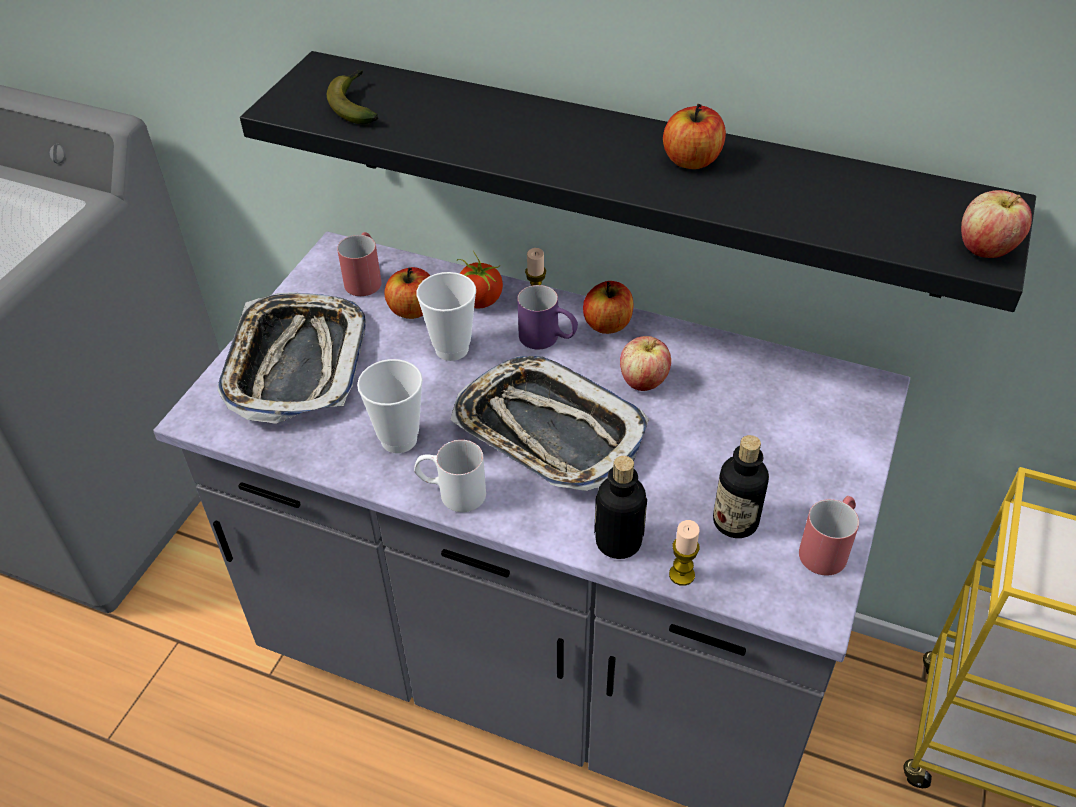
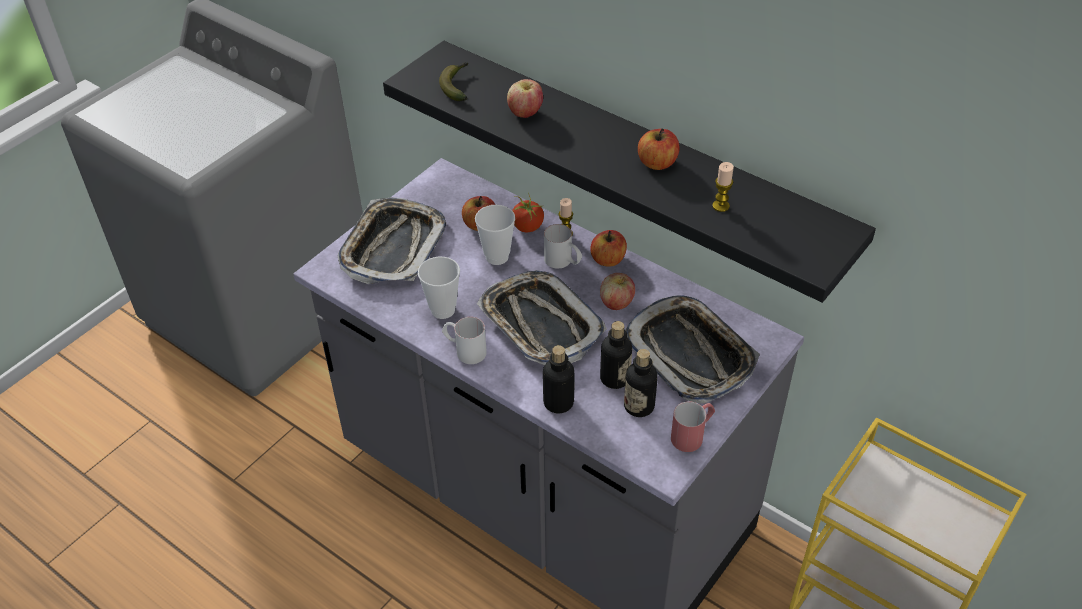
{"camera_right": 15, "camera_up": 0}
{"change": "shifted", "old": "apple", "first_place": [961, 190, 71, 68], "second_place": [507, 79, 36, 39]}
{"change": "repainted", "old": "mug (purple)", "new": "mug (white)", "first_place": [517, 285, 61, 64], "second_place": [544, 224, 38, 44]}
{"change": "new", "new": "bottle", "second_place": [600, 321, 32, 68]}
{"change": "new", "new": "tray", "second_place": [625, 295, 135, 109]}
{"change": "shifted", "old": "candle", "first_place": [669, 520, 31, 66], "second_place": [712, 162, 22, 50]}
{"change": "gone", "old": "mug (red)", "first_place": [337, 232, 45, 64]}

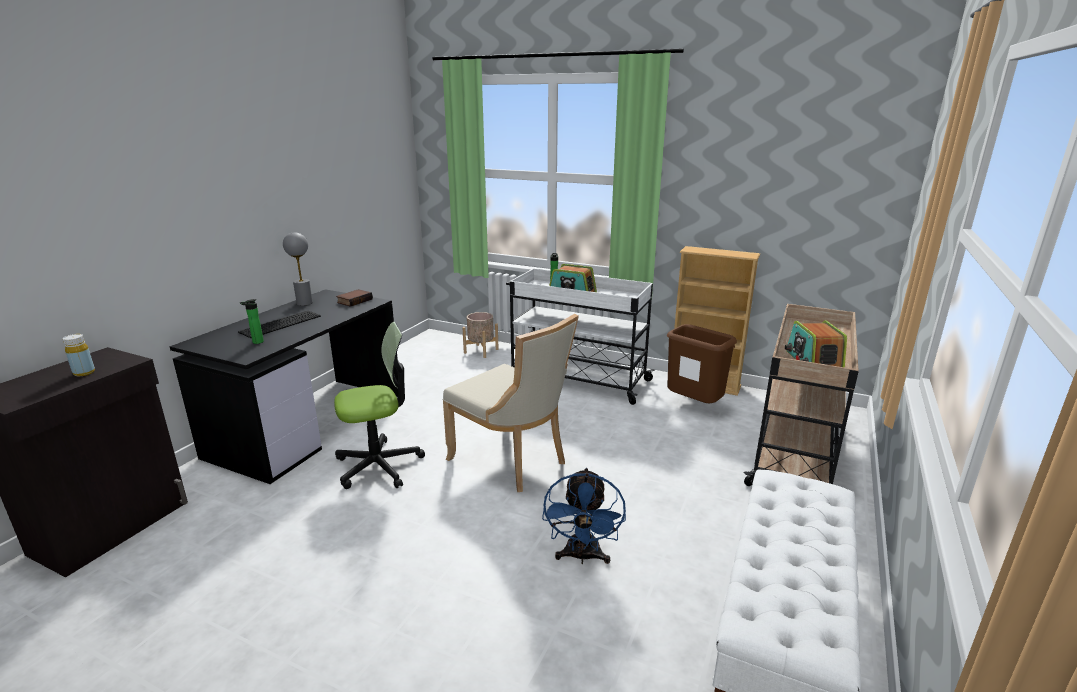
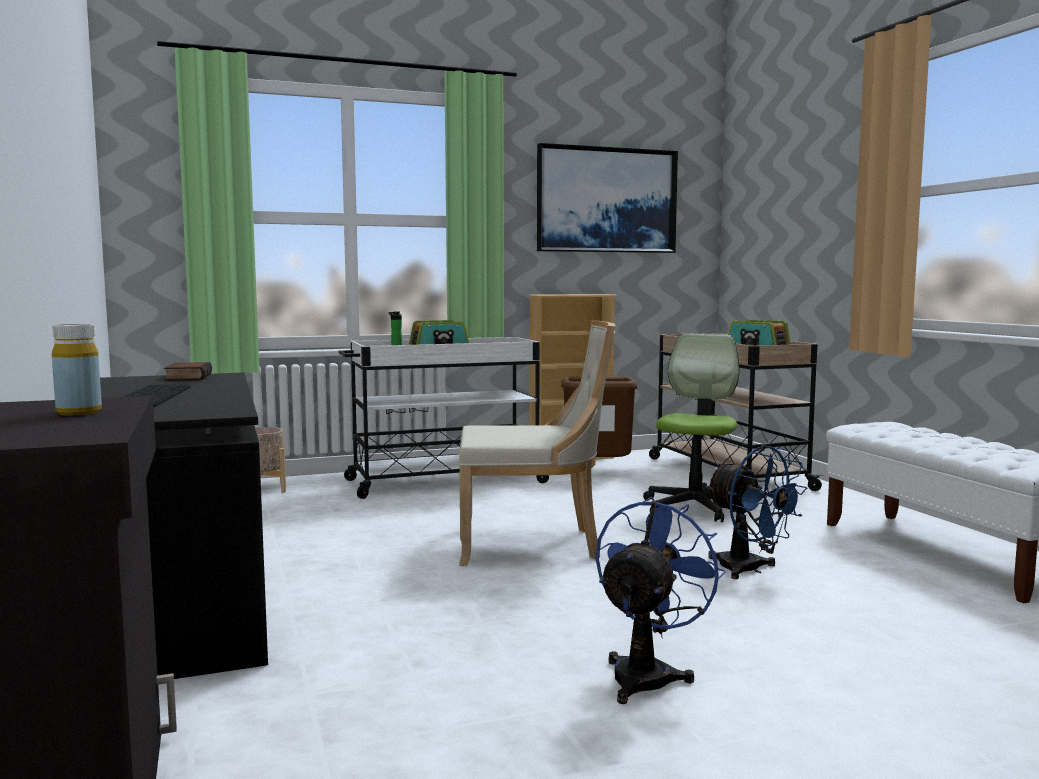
{"camera_right": -45, "camera_up": -15}
{"change": "new", "new": "picture", "second_place": [537, 143, 141, 110]}
{"change": "new", "new": "fan (blue)", "second_place": [595, 497, 131, 207]}
{"change": "shifted", "old": "office chair", "first_place": [334, 322, 91, 167], "second_place": [643, 334, 109, 188]}
{"change": "gone", "old": "bottle", "first_place": [240, 299, 24, 45]}
{"change": "gone", "old": "table lamp (grey)", "first_place": [283, 232, 30, 74]}

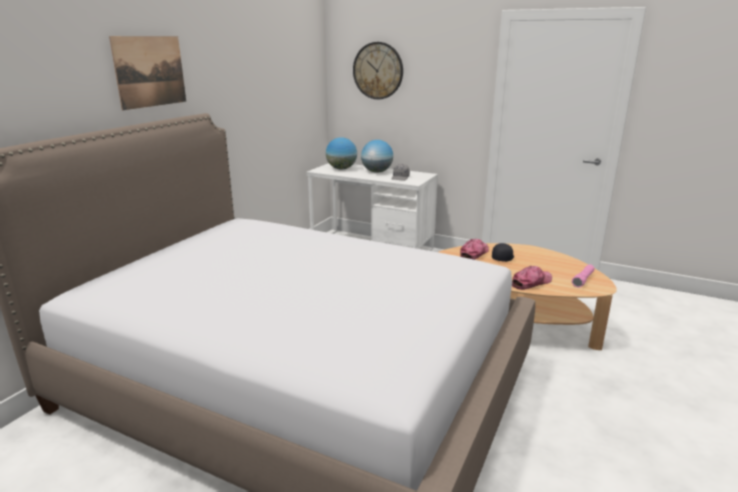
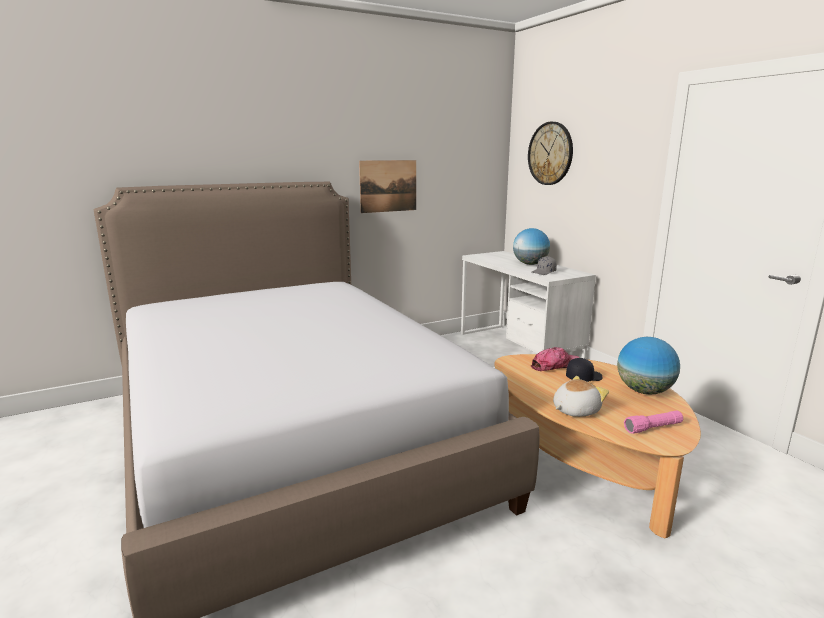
{"camera_right": 35, "camera_up": -5}
{"change": "shifted", "old": "picture", "first_place": [109, 36, 77, 74], "second_place": [359, 160, 57, 53]}
{"change": "swapped", "old": "cap", "new": "plush toy", "first_place": [512, 266, 40, 24], "second_place": [553, 376, 56, 41]}
{"change": "shifted", "old": "globe", "first_place": [326, 137, 31, 33], "second_place": [617, 337, 63, 58]}

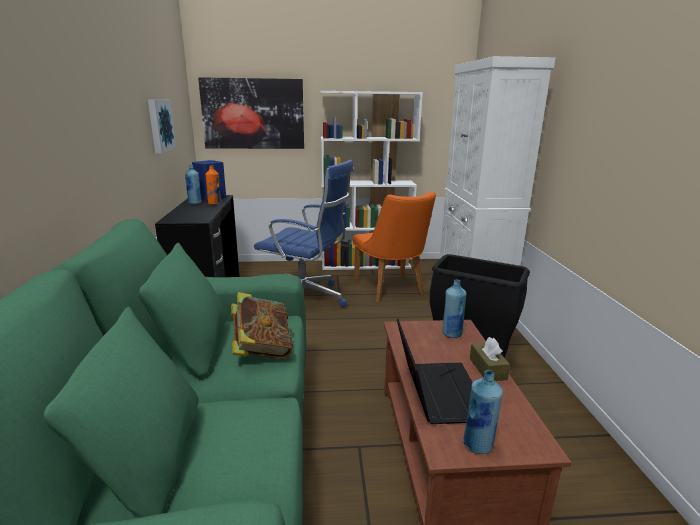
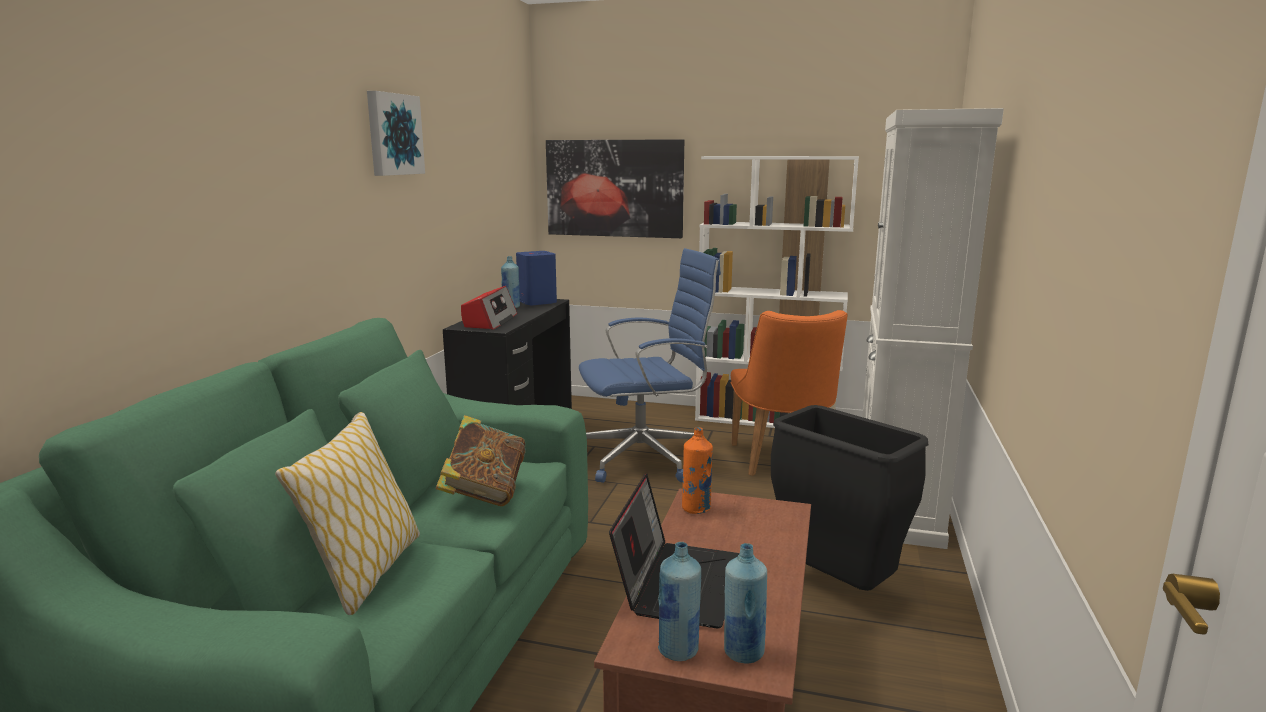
{"camera_right": 20, "camera_up": -5}
{"change": "new", "new": "pillow", "second_place": [275, 412, 145, 203]}
{"change": "shifted", "old": "picture", "first_place": [148, 100, 28, 54], "second_place": [367, 91, 58, 85]}
{"change": "new", "new": "radio", "second_place": [461, 286, 56, 44]}
{"change": "rotated", "old": "office chair (blue)", "first_place": [254, 160, 99, 147], "second_place": [579, 248, 142, 235], "degrees": -60}
{"change": "shifted", "old": "bottle (orange)", "first_place": [205, 165, 16, 40], "second_place": [682, 427, 31, 87]}
{"change": "shifted", "old": "bottle (blue)", "first_place": [443, 280, 23, 58], "second_place": [724, 543, 43, 121]}
{"change": "gone", "old": "tissue box (brown)", "first_place": [470, 337, 40, 44]}

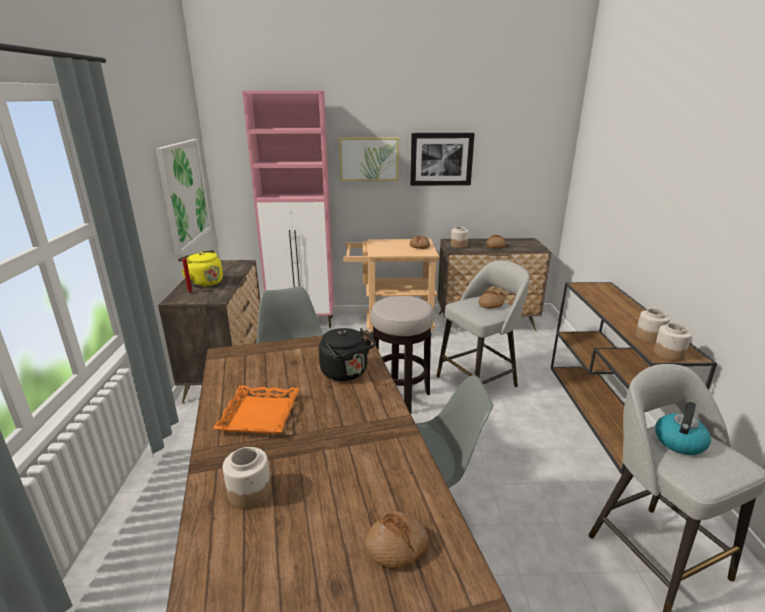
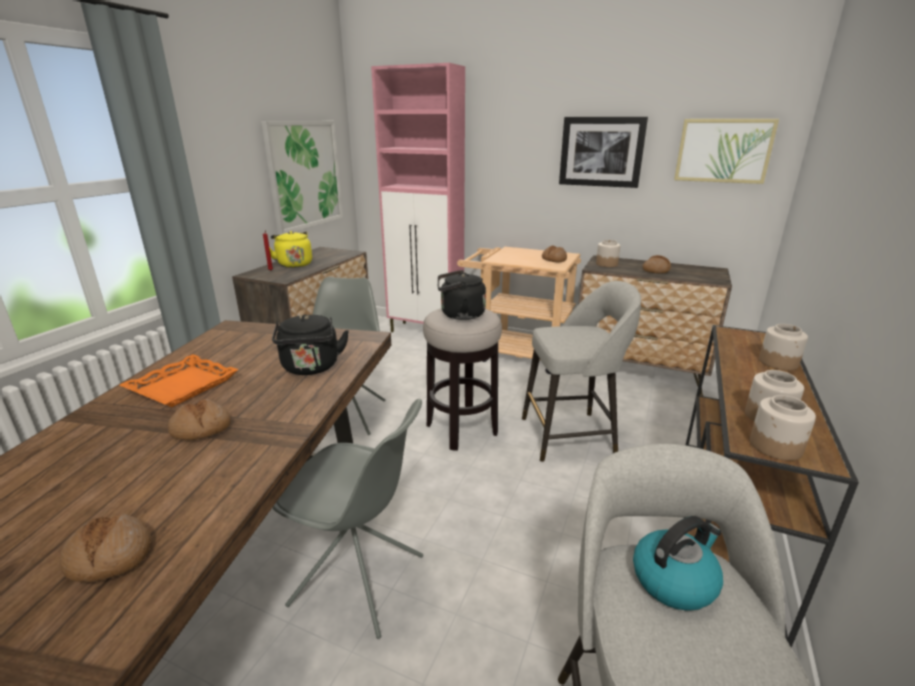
{"camera_right": 25, "camera_up": 0}
{"change": "shifted", "old": "bread", "first_place": [479, 290, 25, 18], "second_place": [168, 399, 63, 41]}
{"change": "new", "new": "kettle (black)", "second_place": [438, 270, 48, 50]}
{"change": "shifted", "old": "picture", "first_place": [339, 137, 60, 45], "second_place": [674, 119, 105, 65]}
{"change": "shifted", "old": "jar", "first_place": [223, 447, 48, 62], "second_place": [759, 324, 49, 46]}

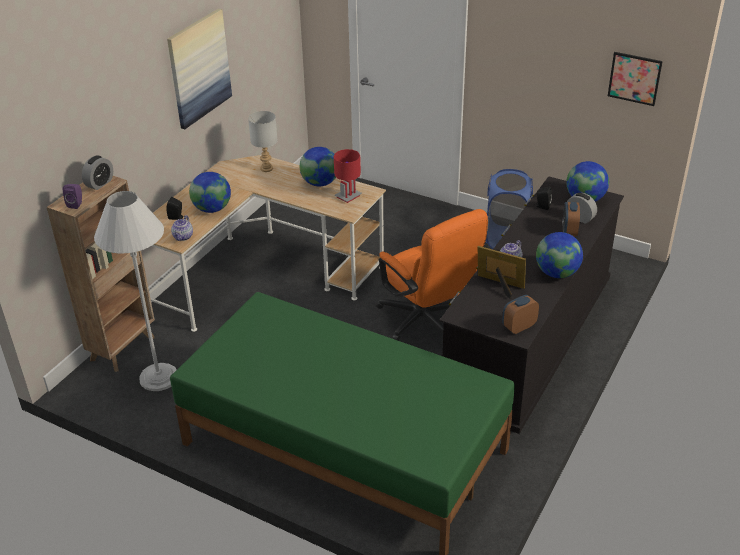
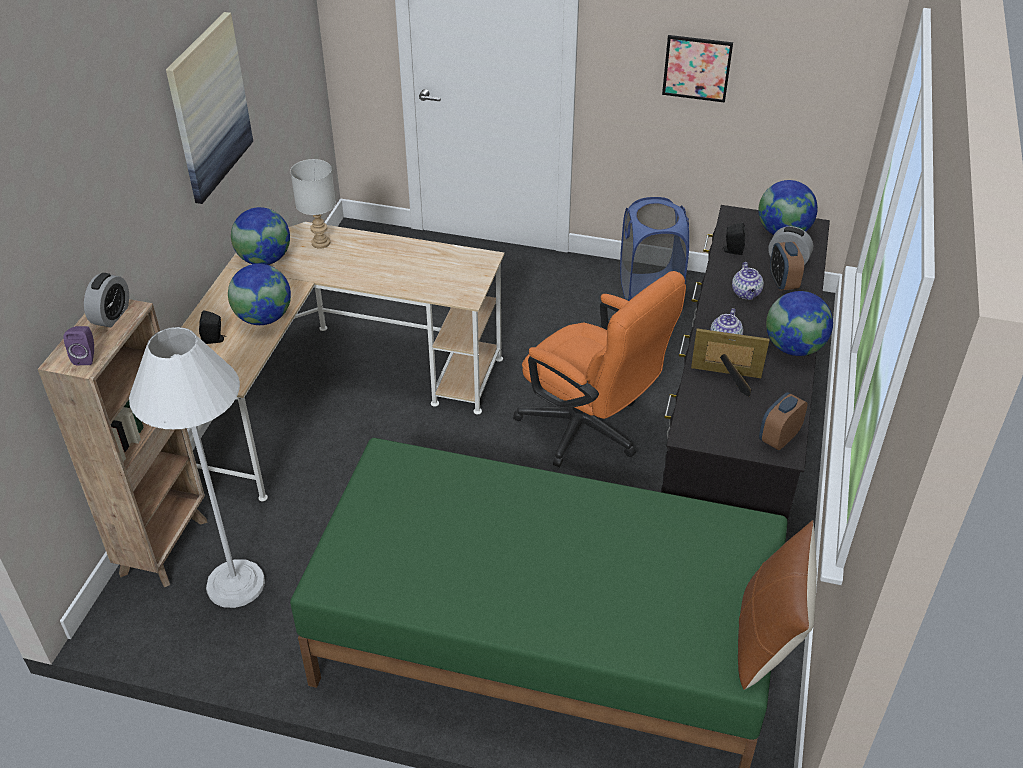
{"camera_right": -15, "camera_up": 5}
{"change": "shifted", "old": "globe", "first_place": [300, 147, 36, 39], "second_place": [231, 207, 59, 58]}
{"change": "shifted", "old": "picture", "first_place": [608, 52, 55, 54], "second_place": [662, 35, 71, 68]}
{"change": "shifted", "old": "teapot", "first_place": [171, 215, 22, 26], "second_place": [732, 262, 32, 38]}
{"change": "new", "new": "pillow (brown)", "second_place": [738, 520, 79, 170]}
{"change": "gone", "old": "table lamp (red)", "first_place": [334, 149, 28, 54]}

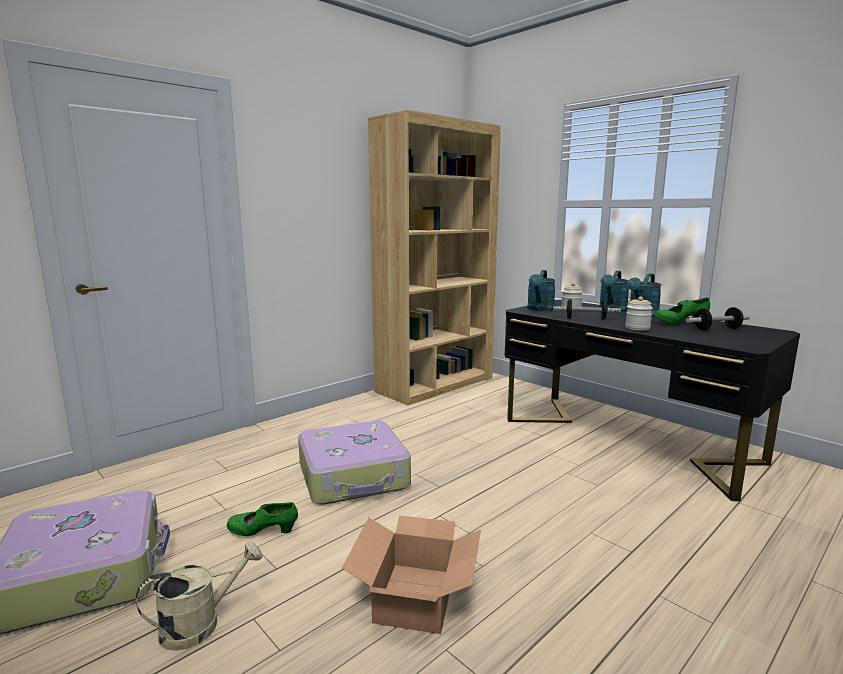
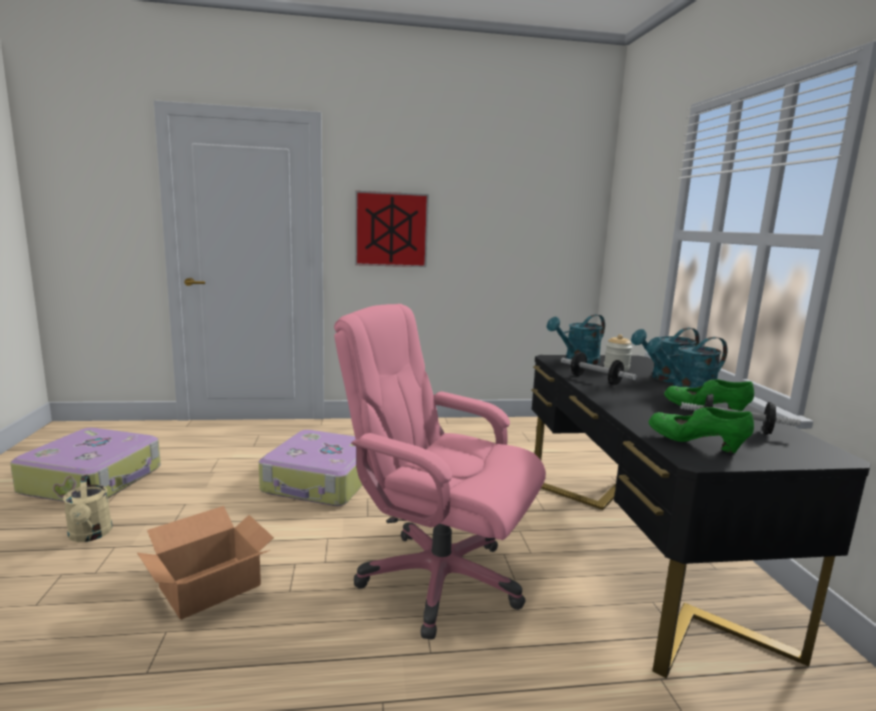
{"camera_right": 35, "camera_up": 0}
{"change": "rotated", "old": "watering can (beige)", "first_place": [136, 541, 126, 110], "second_place": [63, 474, 49, 68], "degrees": 60}
{"change": "new", "new": "office chair (pink)", "second_place": [334, 304, 212, 336]}
{"change": "new", "new": "picture", "second_place": [355, 191, 74, 76]}
{"change": "shifted", "old": "shoe (green)", "first_place": [227, 502, 71, 34], "second_place": [649, 407, 105, 46]}
{"change": "gone", "old": "bookcase (brown)", "first_place": [368, 109, 133, 296]}
{"change": "gone", "old": "jar", "first_place": [625, 296, 28, 35]}

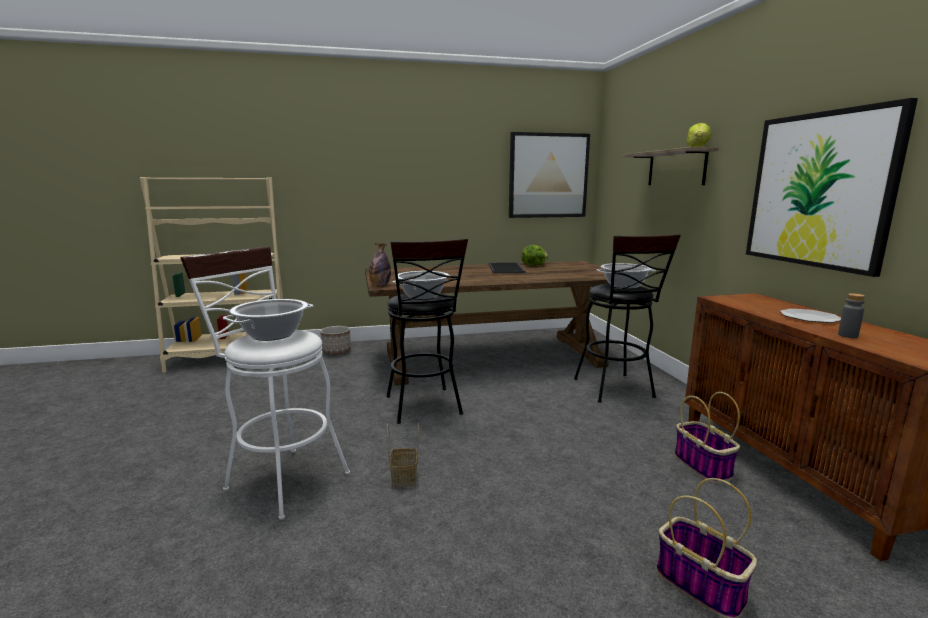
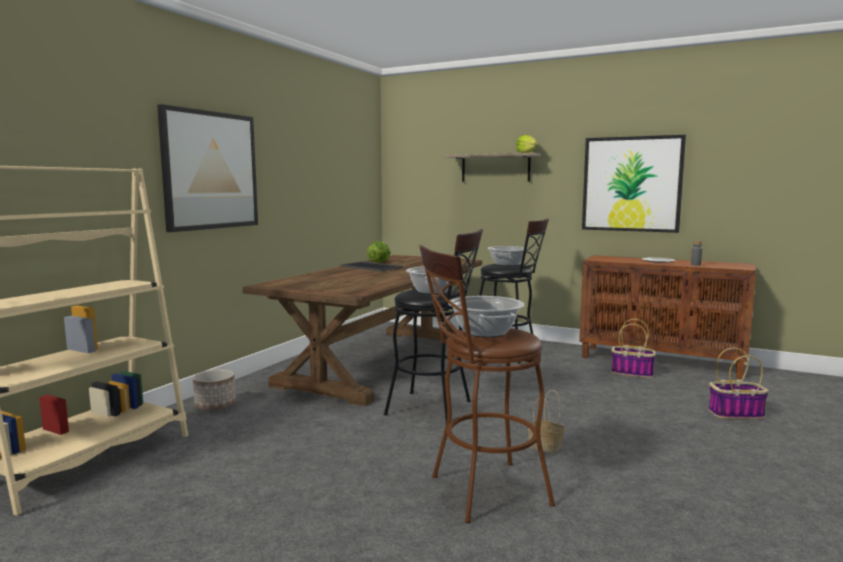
{"camera_right": -50, "camera_up": -5}
{"change": "shifted", "old": "picture", "first_place": [509, 132, 81, 86], "second_place": [157, 104, 101, 128]}
{"change": "repainted", "old": "stool (white)", "new": "stool (brown)", "first_place": [180, 246, 170, 274], "second_place": [419, 245, 136, 278]}
{"change": "gone", "old": "bottle", "first_place": [369, 243, 22, 42]}

